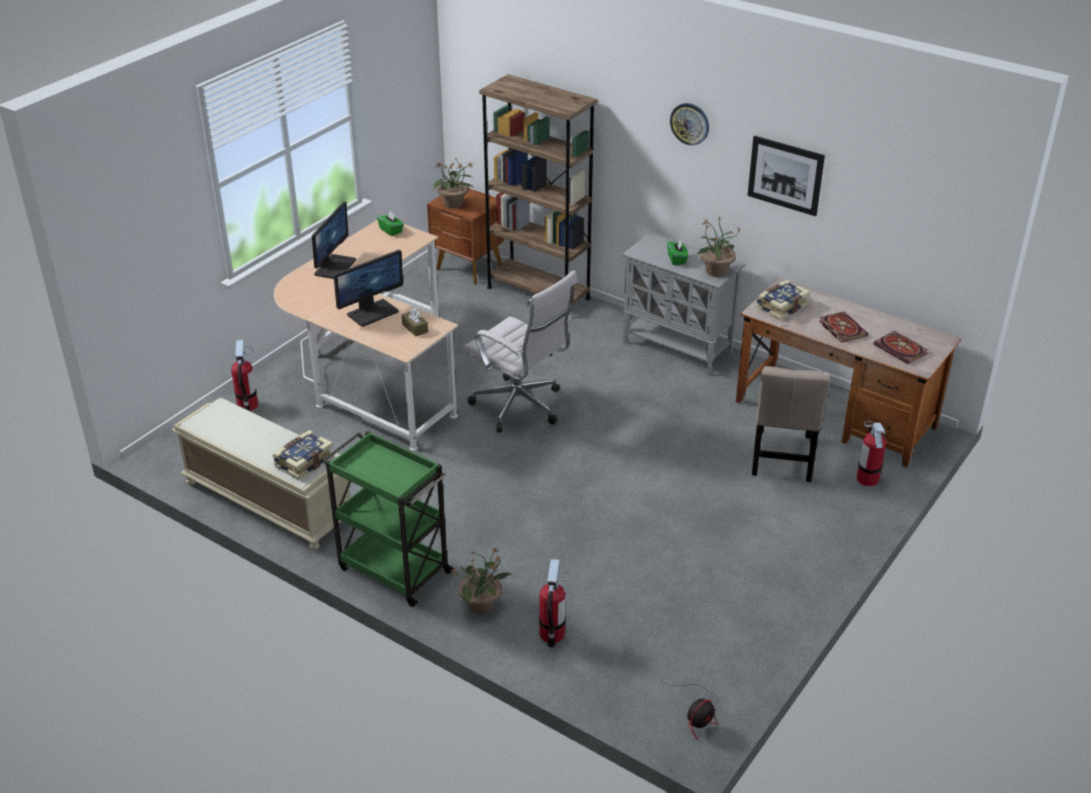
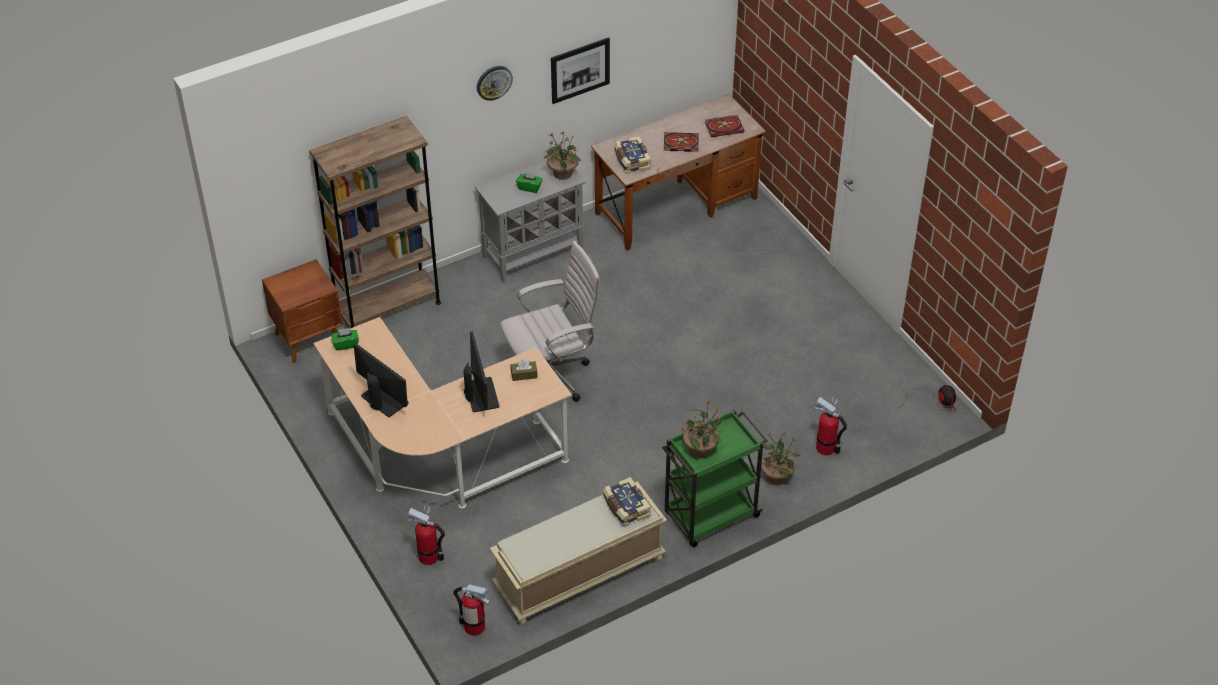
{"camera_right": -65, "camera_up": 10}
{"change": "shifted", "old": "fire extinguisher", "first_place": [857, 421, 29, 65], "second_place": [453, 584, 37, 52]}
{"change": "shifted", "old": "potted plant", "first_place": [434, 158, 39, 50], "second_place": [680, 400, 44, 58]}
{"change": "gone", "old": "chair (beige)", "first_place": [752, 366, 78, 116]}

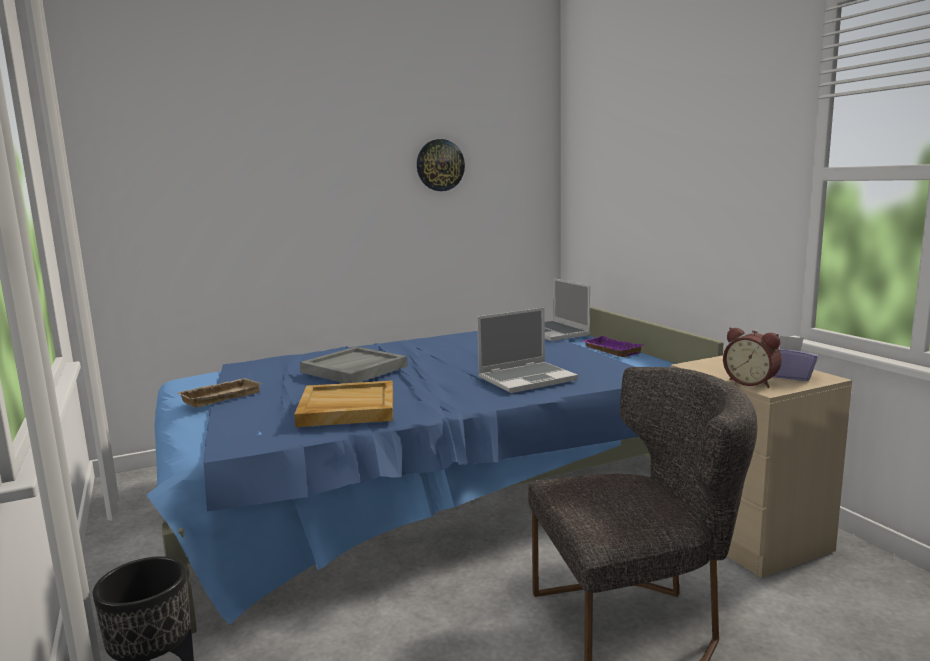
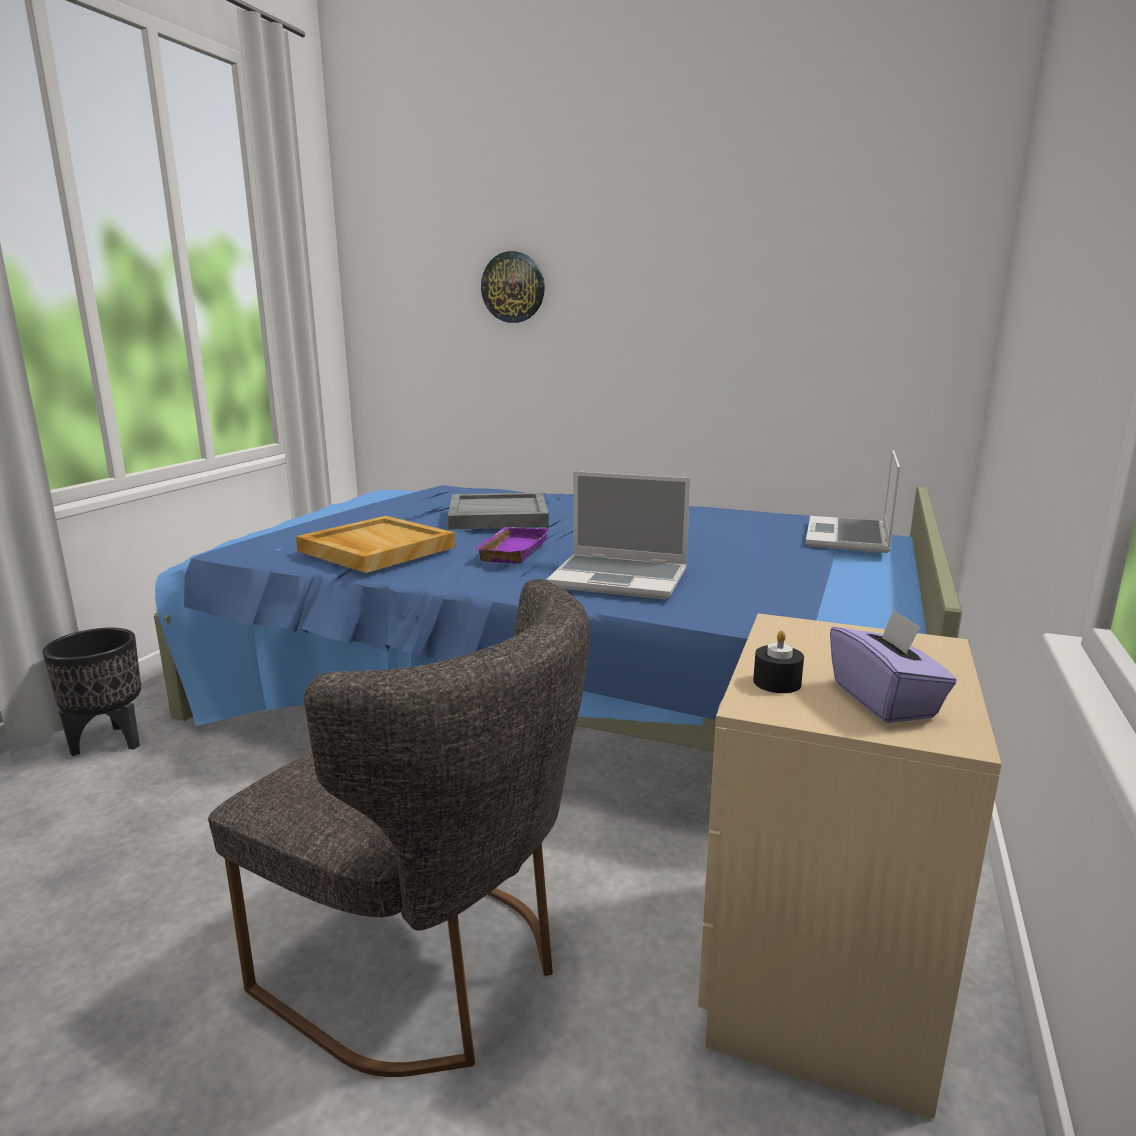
{"camera_right": 45, "camera_up": 5}
{"change": "shifted", "old": "tray (purple)", "first_place": [582, 336, 62, 21], "second_place": [475, 527, 75, 36]}
{"change": "shifted", "old": "wall clock", "first_place": [417, 139, 48, 52], "second_place": [481, 251, 64, 72]}
{"change": "swapped", "old": "alarm clock", "new": "candle (black)", "first_place": [723, 327, 59, 61], "second_place": [753, 630, 51, 63]}
{"change": "gone", "old": "tray (beige)", "first_place": [177, 378, 85, 30]}

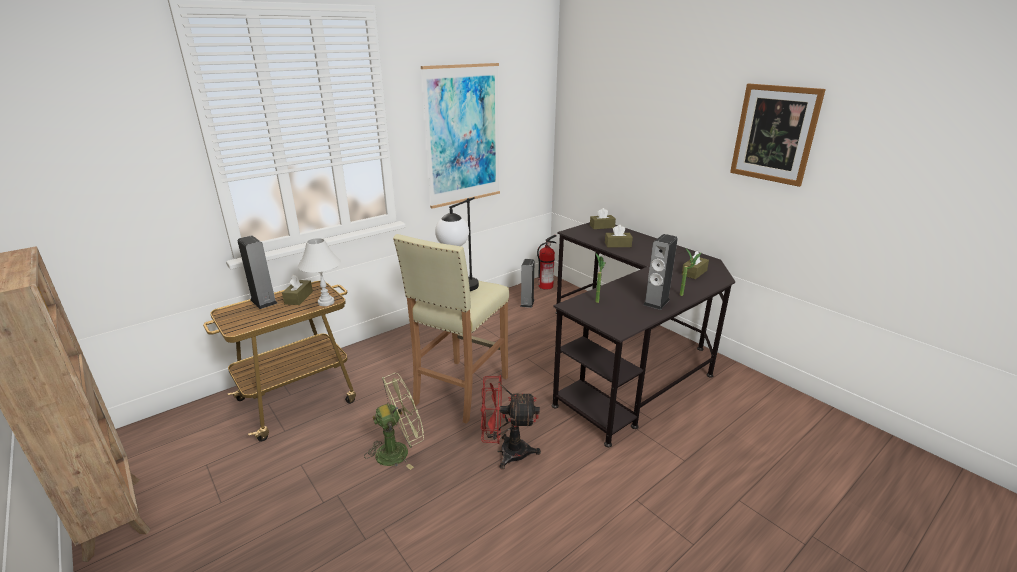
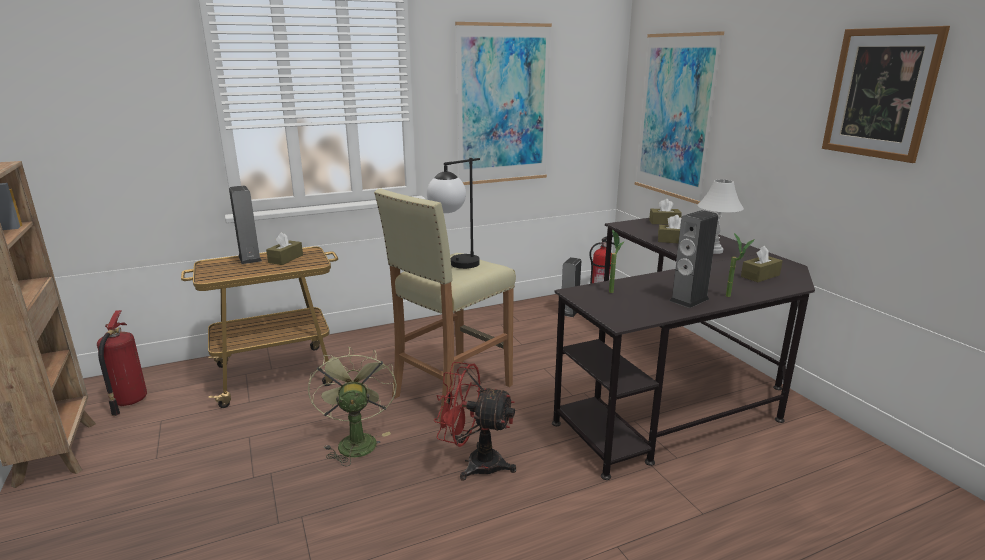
{"camera_right": 15, "camera_up": -5}
{"change": "new", "new": "fire extinguisher", "second_place": [97, 310, 50, 106]}
{"change": "rotated", "old": "fan (green)", "first_place": [364, 373, 60, 97], "second_place": [308, 346, 89, 120], "degrees": -90}
{"change": "new", "new": "picture", "second_place": [635, 31, 89, 173]}
{"change": "shifted", "old": "table lamp (white)", "first_place": [298, 238, 43, 68], "second_place": [697, 180, 47, 74]}

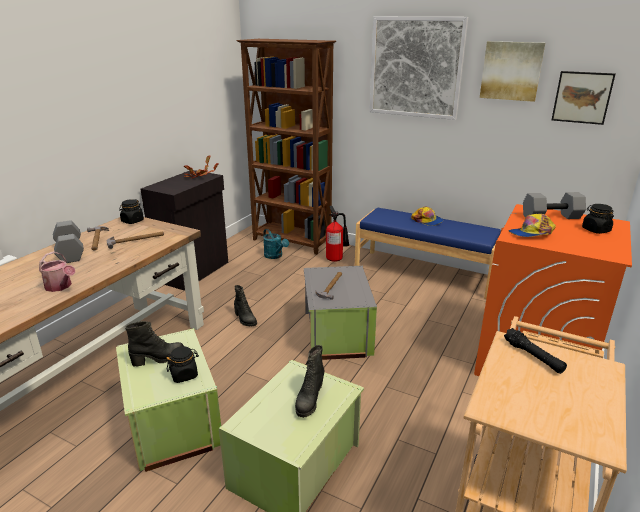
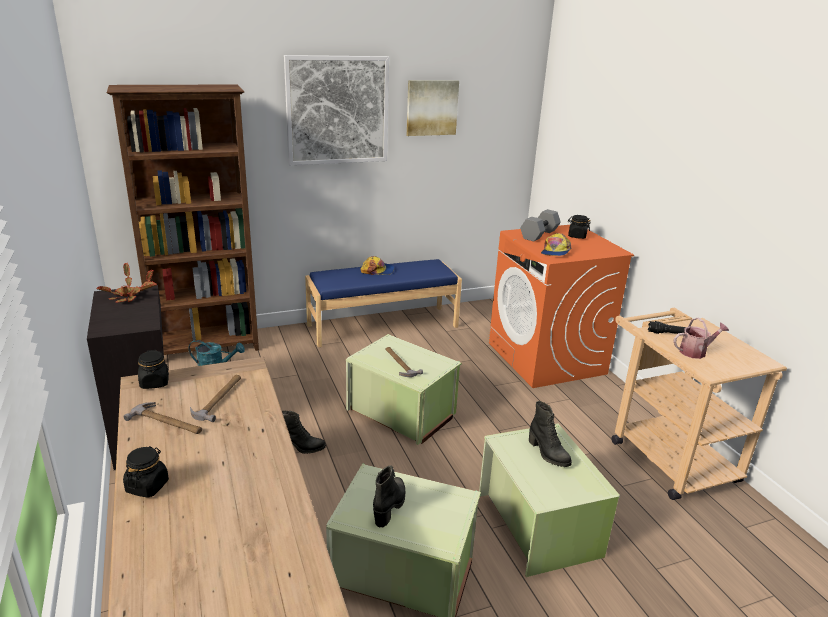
{"camera_right": -50, "camera_up": 0}
{"change": "shifted", "old": "jar (black)", "first_place": [166, 346, 33, 37], "second_place": [123, 446, 46, 52]}
{"change": "repainted", "old": "storage box (grey)", "new": "storage box (green)", "first_place": [304, 266, 73, 94], "second_place": [346, 334, 116, 111]}
{"change": "shifted", "old": "watering can", "first_place": [39, 251, 36, 41], "second_place": [674, 318, 55, 41]}
{"change": "gone", "old": "dumbbell (grey)", "first_place": [53, 220, 31, 43]}
{"change": "gone", "old": "fire extinguisher", "first_place": [326, 206, 23, 56]}
{"change": "gone", "old": "picture", "first_place": [552, 71, 63, 54]}

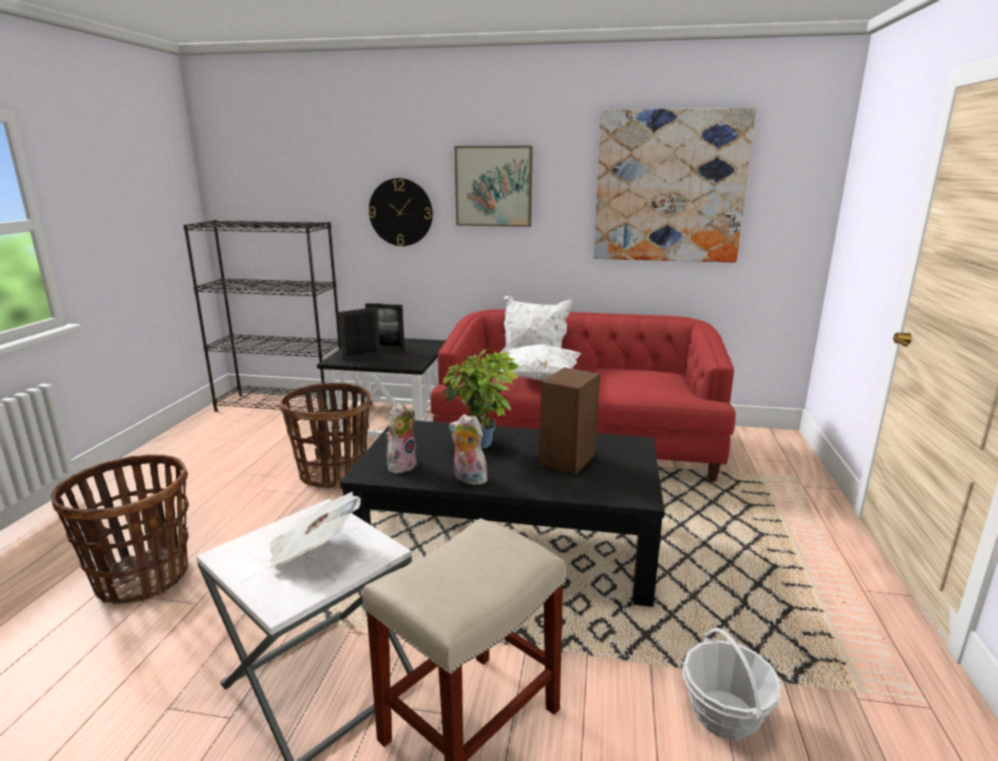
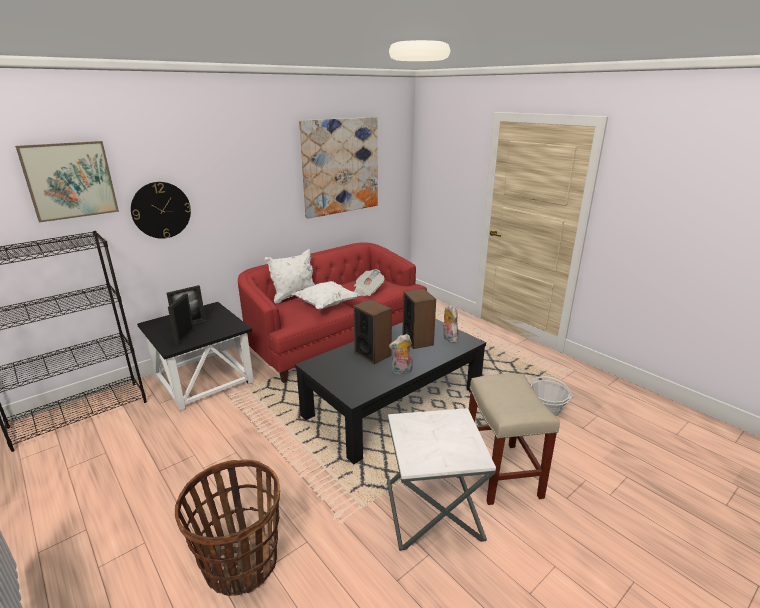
{"camera_right": -50, "camera_up": 5}
{"change": "shifted", "old": "picture", "first_place": [455, 146, 78, 81], "second_place": [15, 141, 104, 82]}
{"change": "swapped", "old": "potted plant", "new": "speaker", "first_place": [441, 349, 78, 100], "second_place": [353, 299, 39, 65]}
{"change": "shifted", "old": "newspaper", "first_place": [270, 492, 91, 77], "second_place": [354, 269, 31, 27]}
{"change": "shifted", "old": "plush toy", "first_place": [386, 403, 31, 71], "second_place": [443, 305, 16, 38]}
{"change": "gone", "old": "basket", "first_place": [280, 383, 91, 106]}

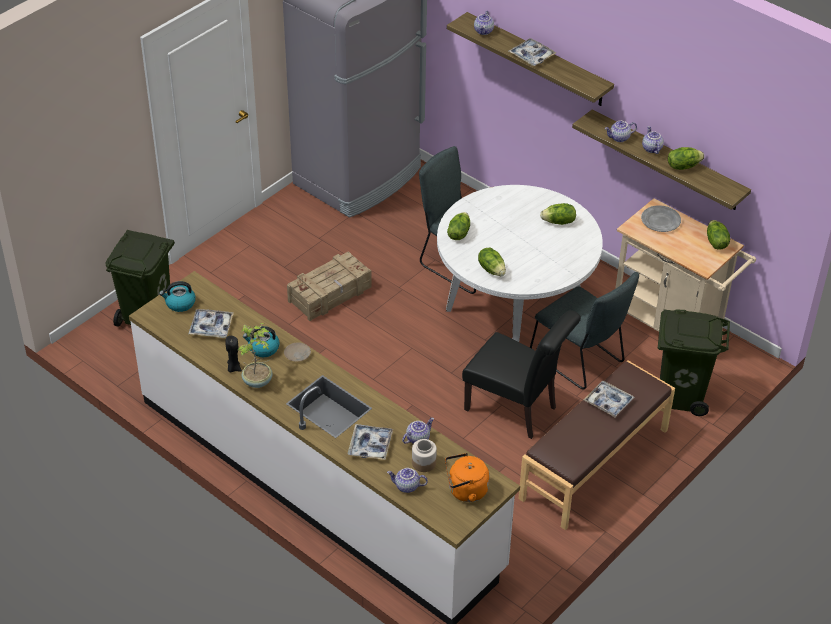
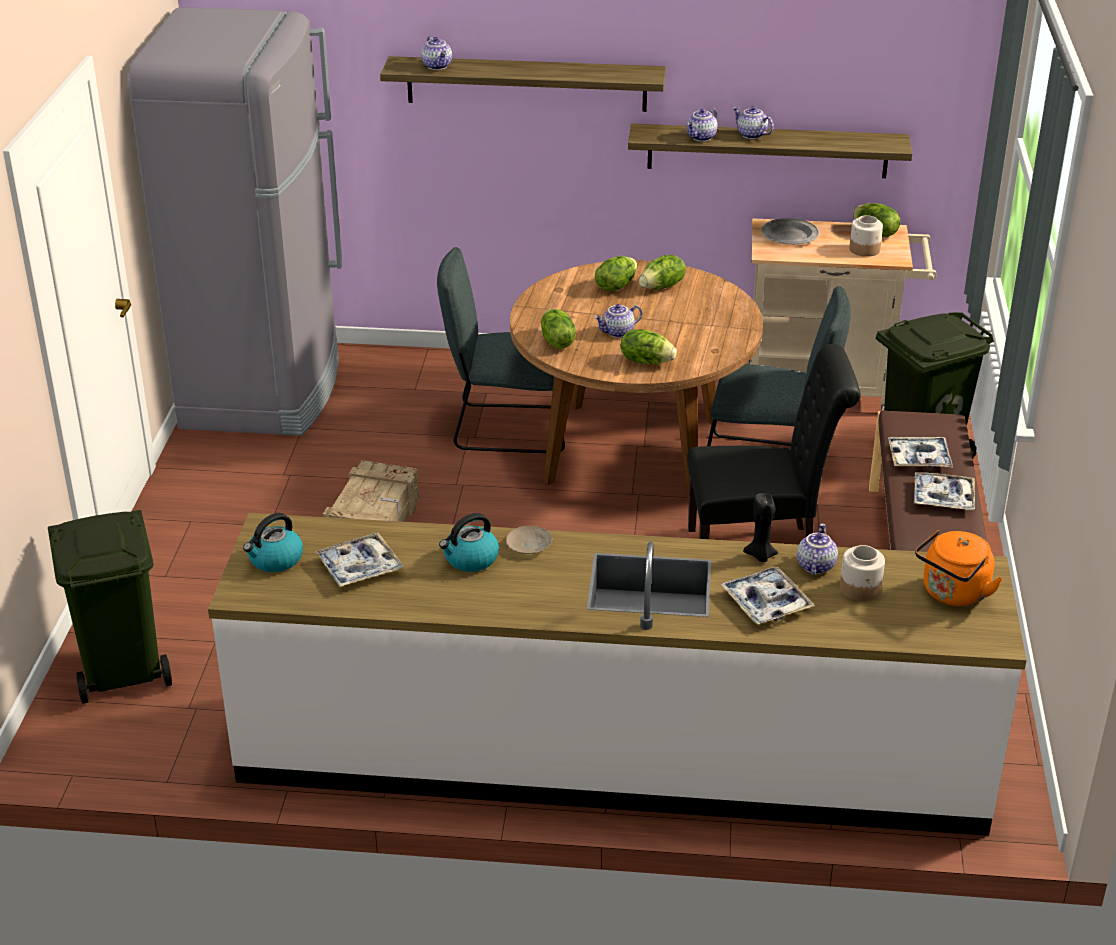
{"camera_right": -35, "camera_up": -10}
{"change": "repainted", "old": "dining table (white)", "new": "dining table (brown)", "first_place": [437, 185, 166, 157], "second_place": [510, 260, 253, 239]}
{"change": "shifted", "old": "teapot", "first_place": [387, 468, 41, 25], "second_place": [594, 304, 48, 34]}
{"change": "shifted", "old": "lettuce", "first_place": [668, 147, 36, 23], "second_place": [595, 256, 42, 35]}
{"change": "shifted", "old": "candle (black)", "first_place": [225, 336, 17, 37], "second_place": [743, 493, 35, 69]}
{"change": "new", "new": "jar", "second_place": [849, 215, 34, 42]}
{"change": "shifted", "old": "tray", "first_place": [509, 38, 47, 28], "second_place": [914, 472, 61, 38]}
{"change": "gone", "old": "potted plant", "first_place": [238, 323, 34, 65]}

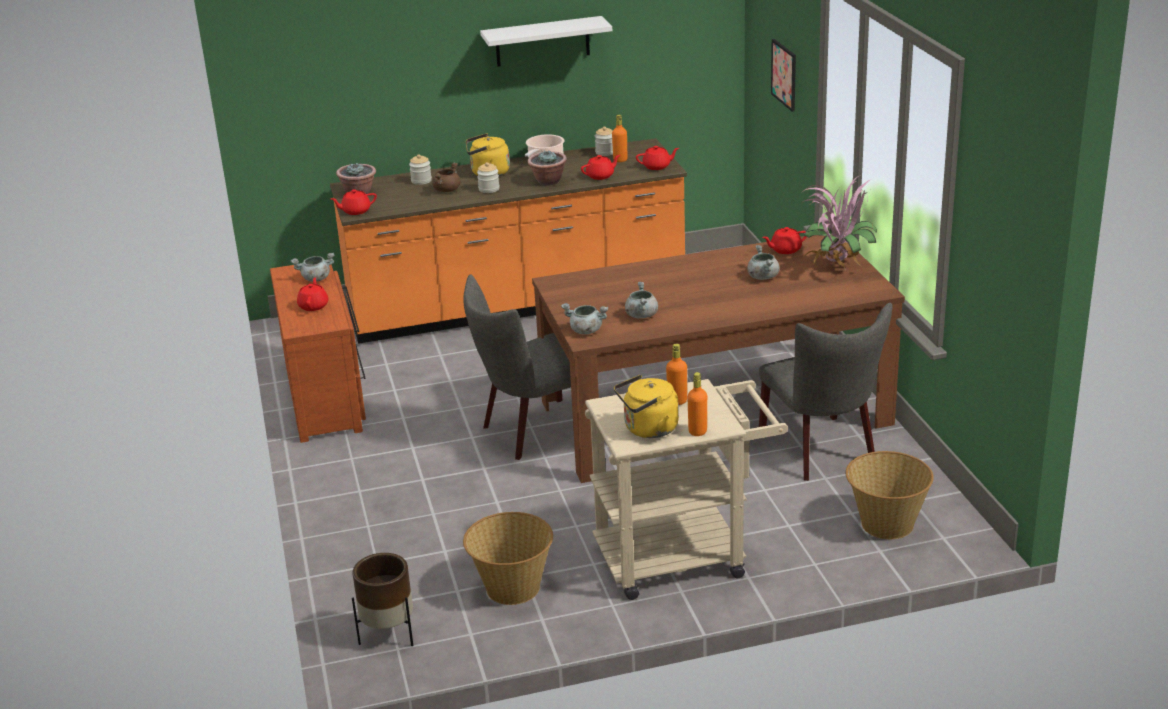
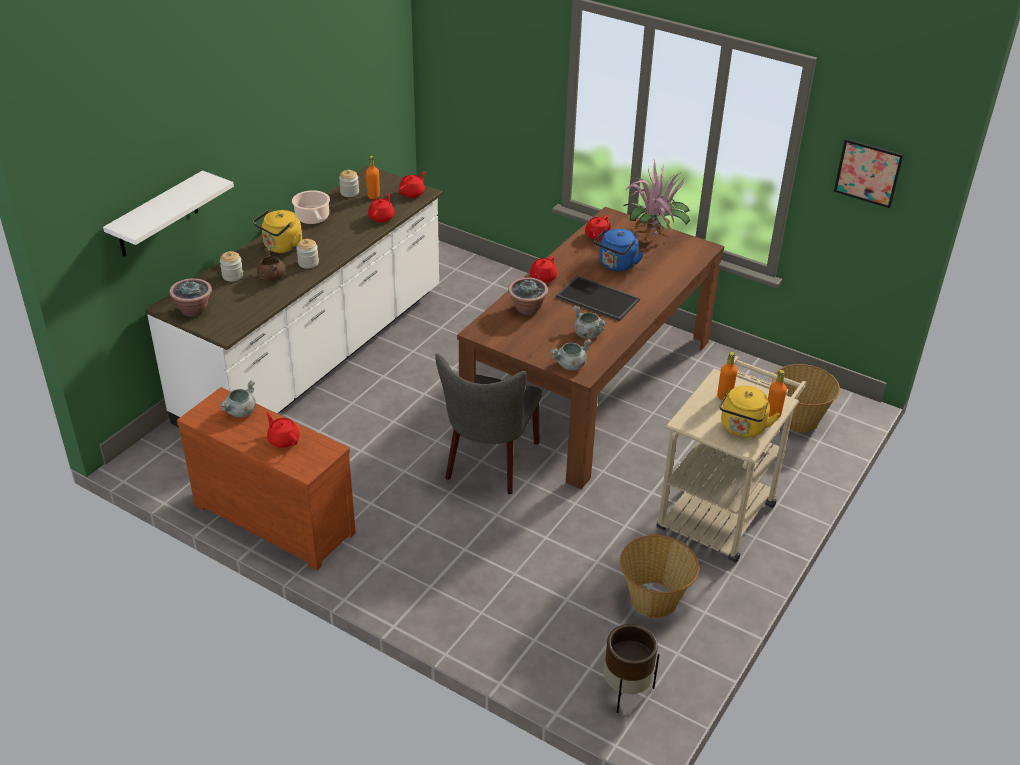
{"camera_right": -45, "camera_up": 10}
{"change": "shifted", "old": "shelf (white)", "first_place": [480, 16, 132, 51], "second_place": [103, 170, 131, 87]}
{"change": "repainted", "old": "counter (orange)", "new": "counter (white)", "first_place": [330, 138, 357, 206], "second_place": [145, 165, 298, 262]}
{"change": "shifted", "old": "potted plant", "first_place": [527, 150, 40, 36], "second_place": [508, 277, 40, 38]}
{"change": "shifted", "old": "teapot (red)", "first_place": [331, 189, 46, 26], "second_place": [530, 256, 27, 27]}
{"change": "new", "new": "tray", "second_place": [556, 276, 84, 45]}
{"change": "swapped", "old": "cooking pot (grey)", "new": "kettle (blue)", "first_place": [747, 245, 33, 35], "second_place": [594, 228, 50, 43]}
{"change": "shifted", "old": "picture", "first_place": [771, 39, 25, 73], "second_place": [834, 139, 70, 69]}
{"change": "gone", "old": "chair (grey)", "first_place": [759, 303, 133, 178]}

